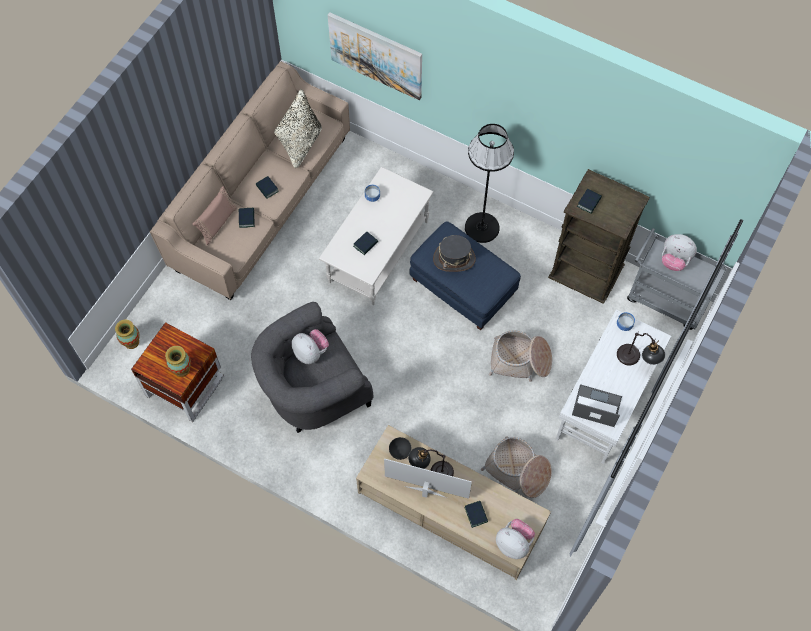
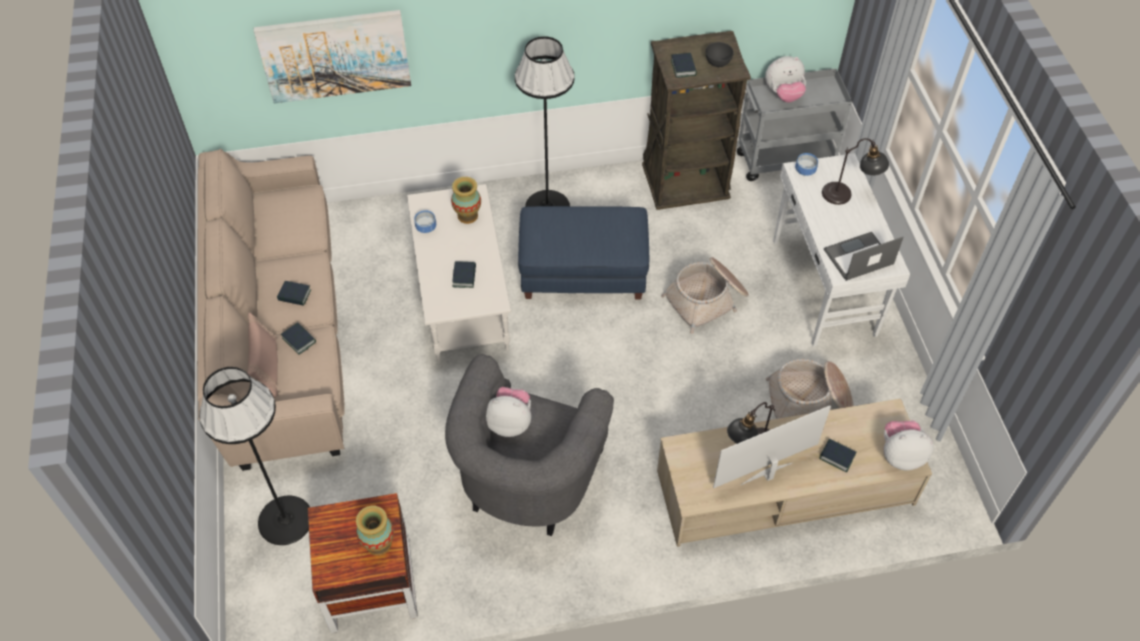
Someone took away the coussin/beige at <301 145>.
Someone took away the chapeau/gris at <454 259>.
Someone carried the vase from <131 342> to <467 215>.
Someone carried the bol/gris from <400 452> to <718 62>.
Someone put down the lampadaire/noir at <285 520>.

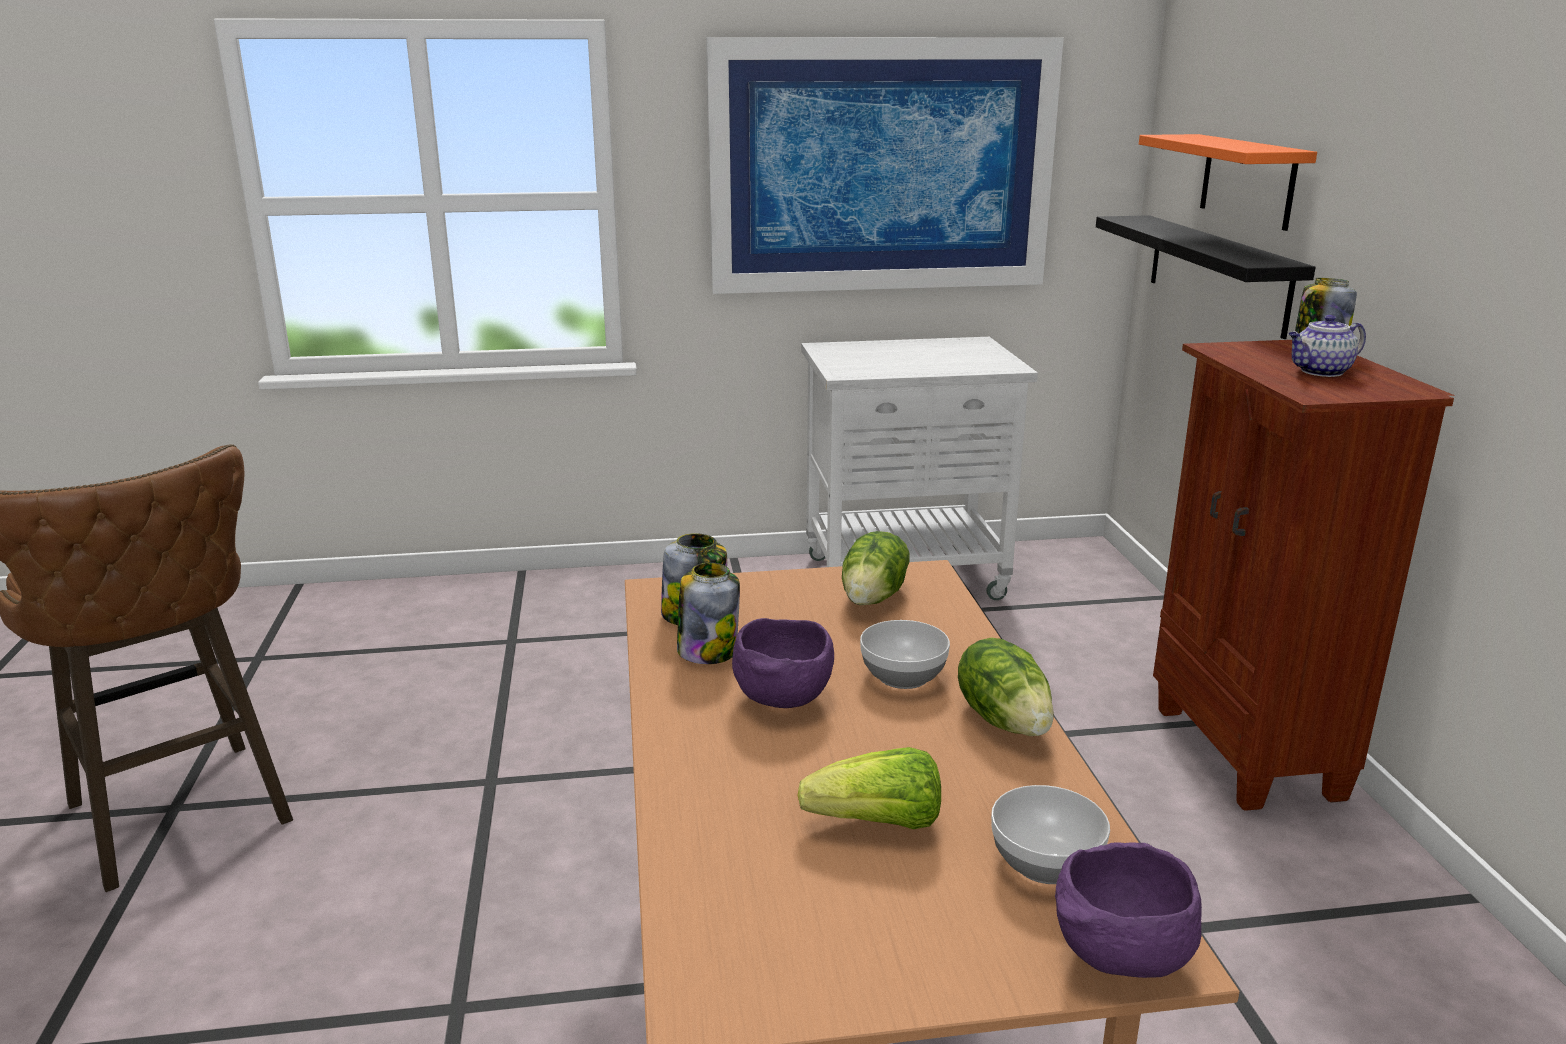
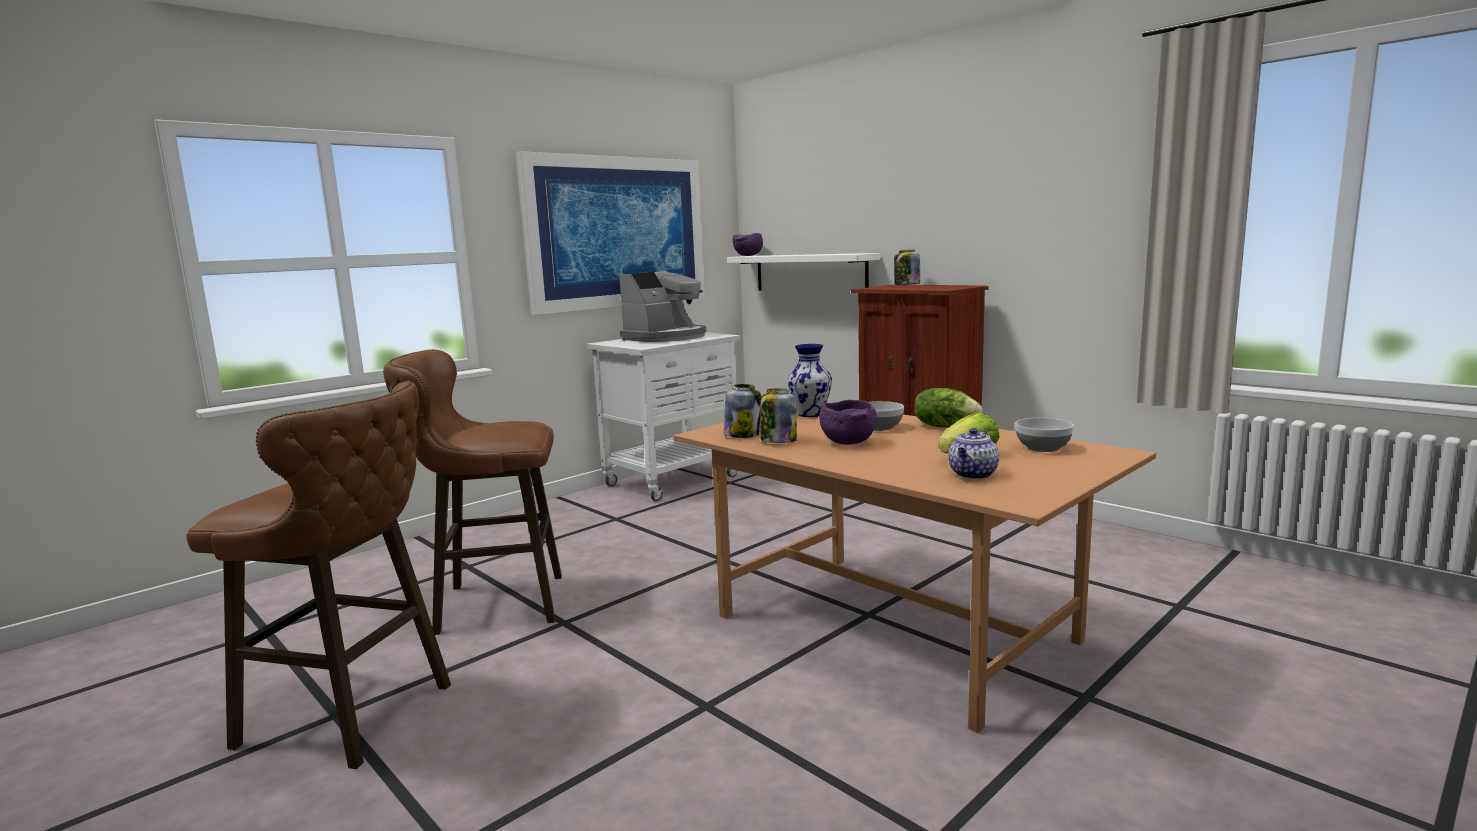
Someone took away the étagère/orange at <1247 180>.
Someone repainted the étagère/noir at <1217 272>, which became the étagère/blanc at <810 273>.
Someone carried the théière from <1320 372> to <973 475>.
Someone swapped the laitue at <874 598> for the vase at <810 414>.
Someone carried the bol/violet from <1120 959> to <748 256>.
Someone put down the machine à café at <666 337>.
Someone put down the tabouret/marron at <494 604>.

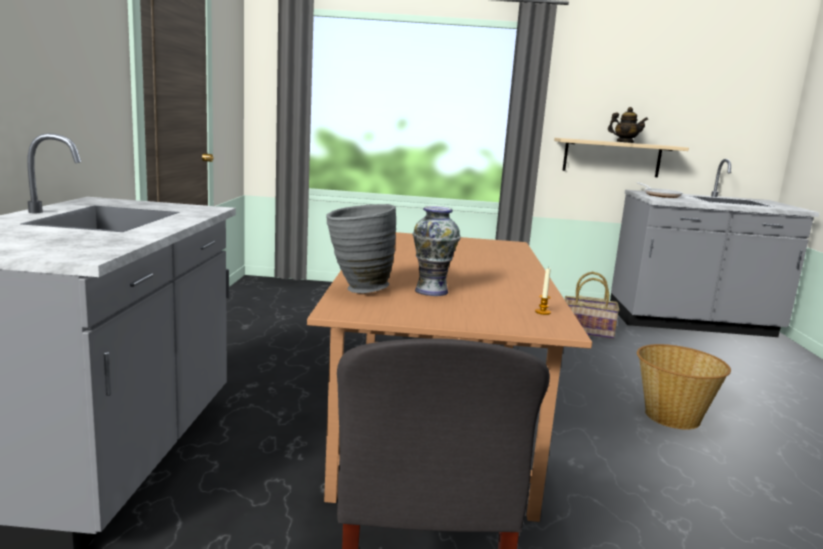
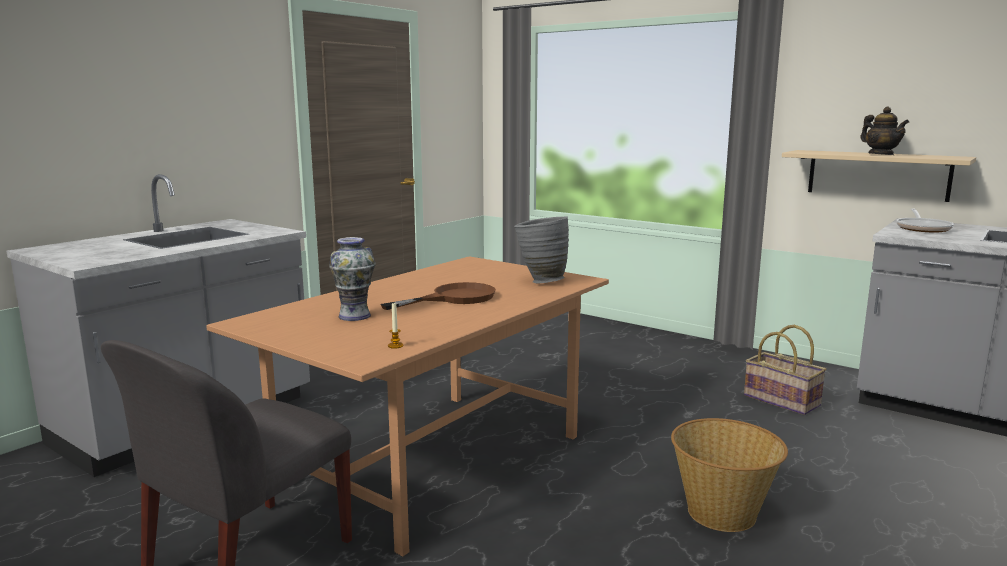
Someone carried the vase/gris from <357 289> to <540 281>.
Someone put down the poêle/marron at <454 298>.

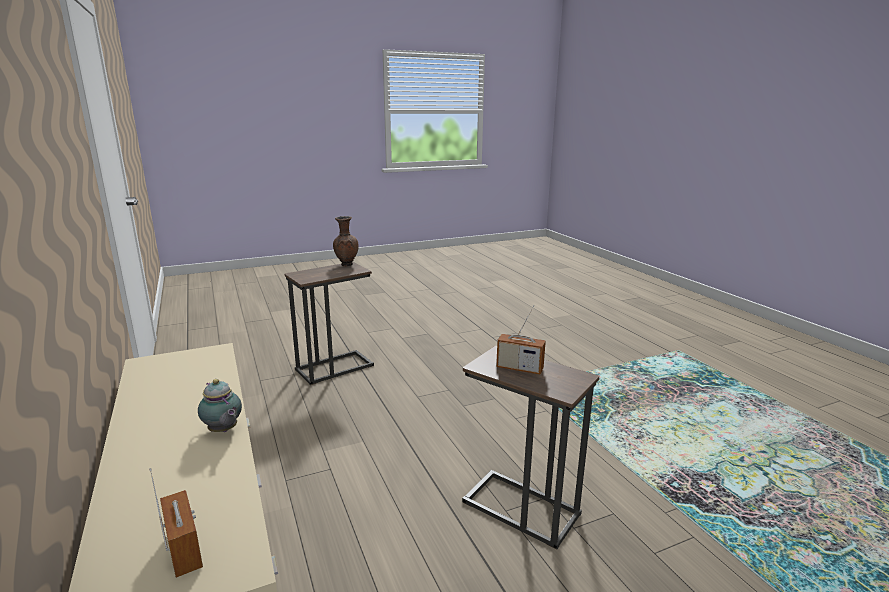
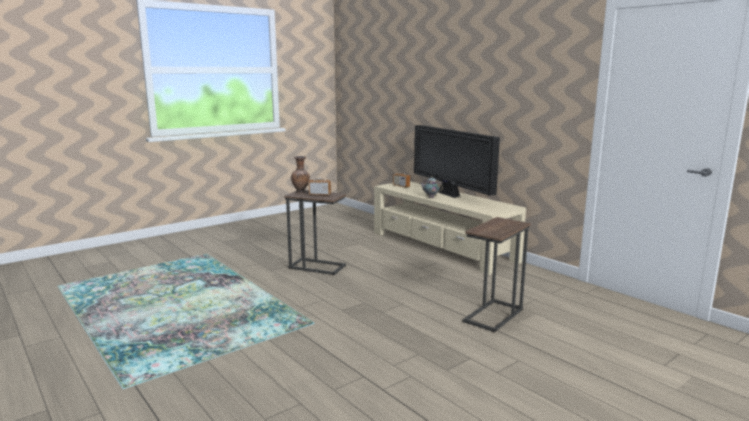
Someone carried the vase/marron from <346 265> to <301 192>.
Someone put down the téléviseur at <450 195>.

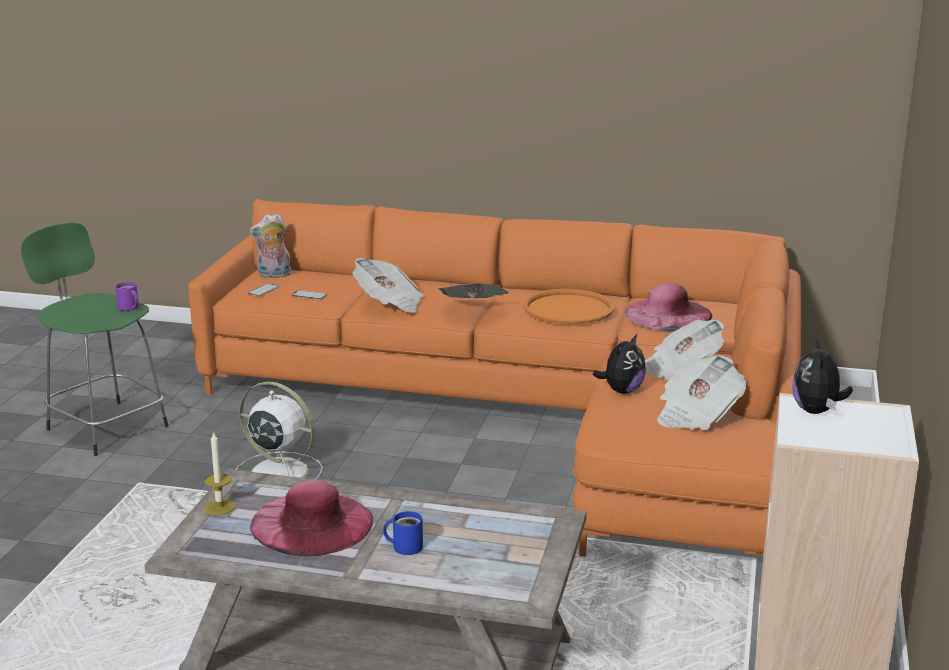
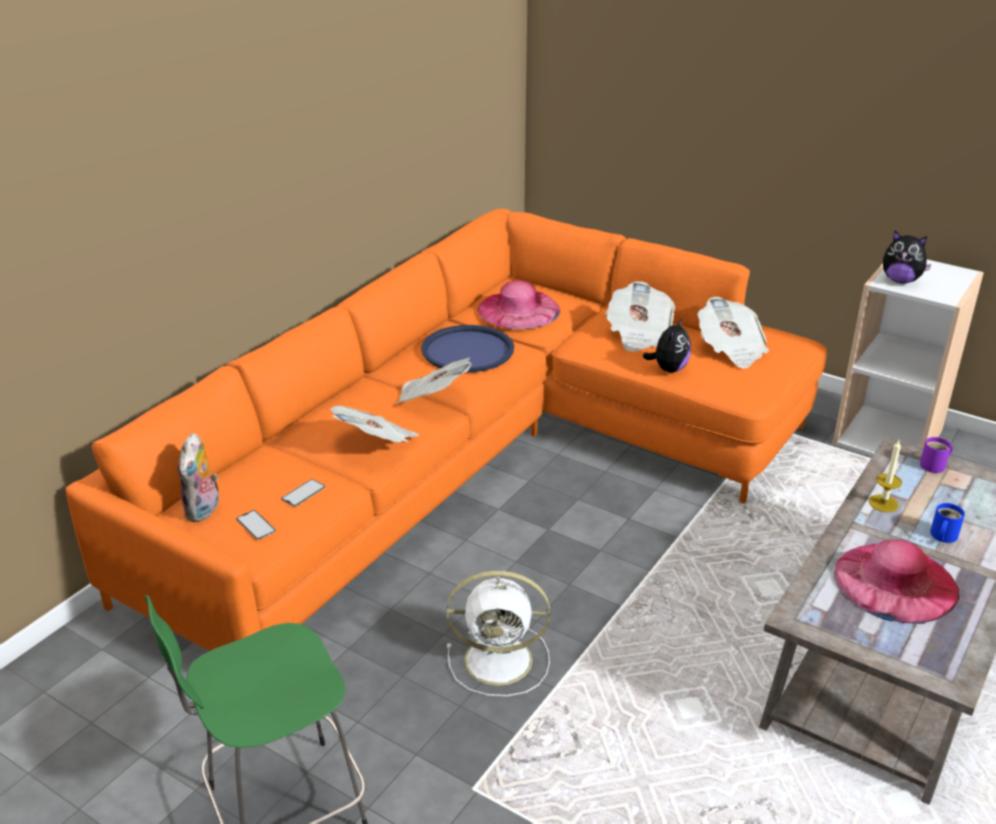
Someone carried the mug/violet from <128 308> to <935 465>.
Someone repainted the plateau/orange at <568 308>, which became the plateau/bleu at <468 350>.
Someone rotated the peluche at <622 391> by 60 degrees clockwise.
Someone rotated the ventilateur/blanc at <277 471> by 135 degrees counterclockwise.
Someone carried the bougie from <219 507> to <883 503>.

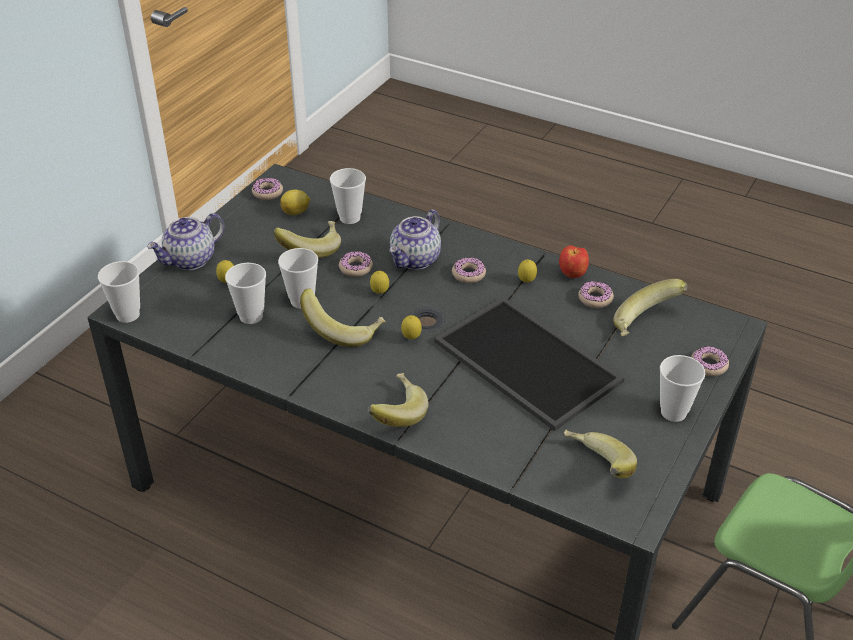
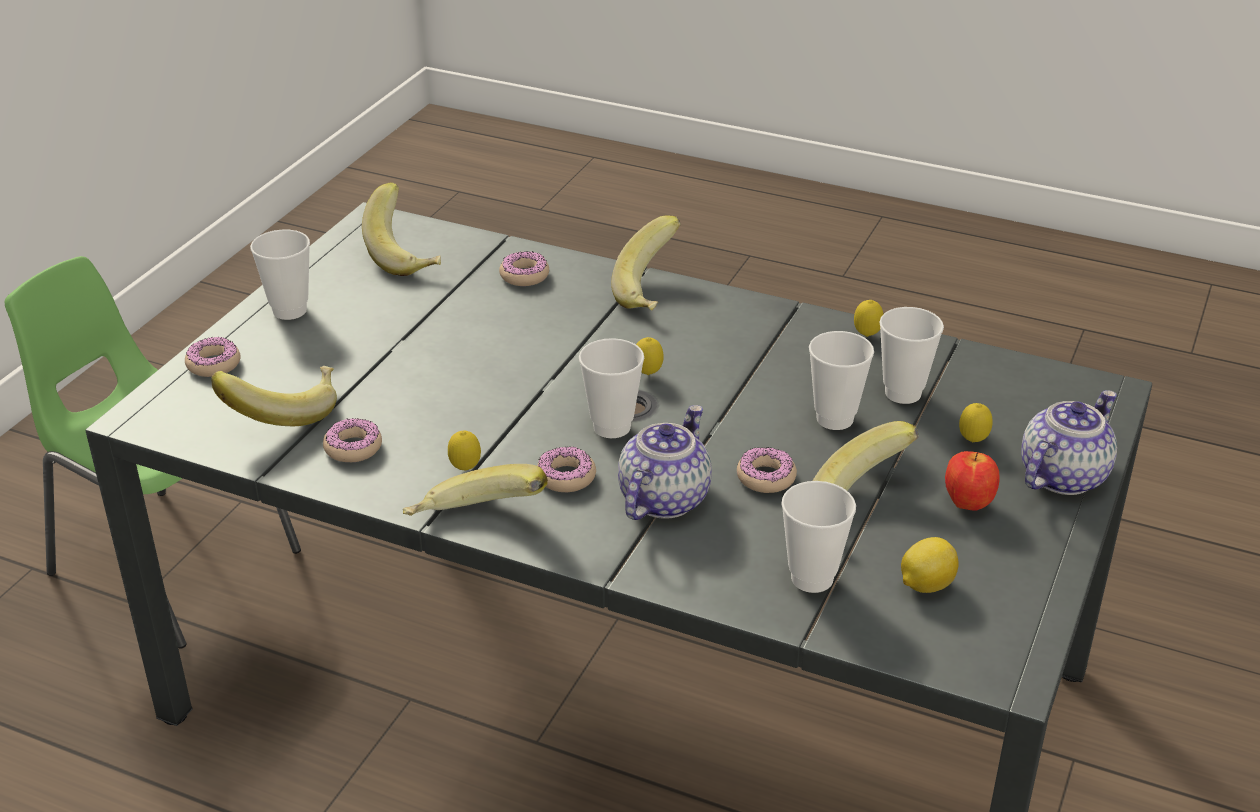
Someone carried the beignet from <267 193> to <524 275>.
Someone carried the pomme from <572 275> to <967 504>.
Someone carried the tasse from <128 315> to <612 427>.
Someone carried the citron from <380 293> to <866 336>.
Someone carried the banane from <344 330> to <476 524>.
Someone took away the plateau at <530 361>.

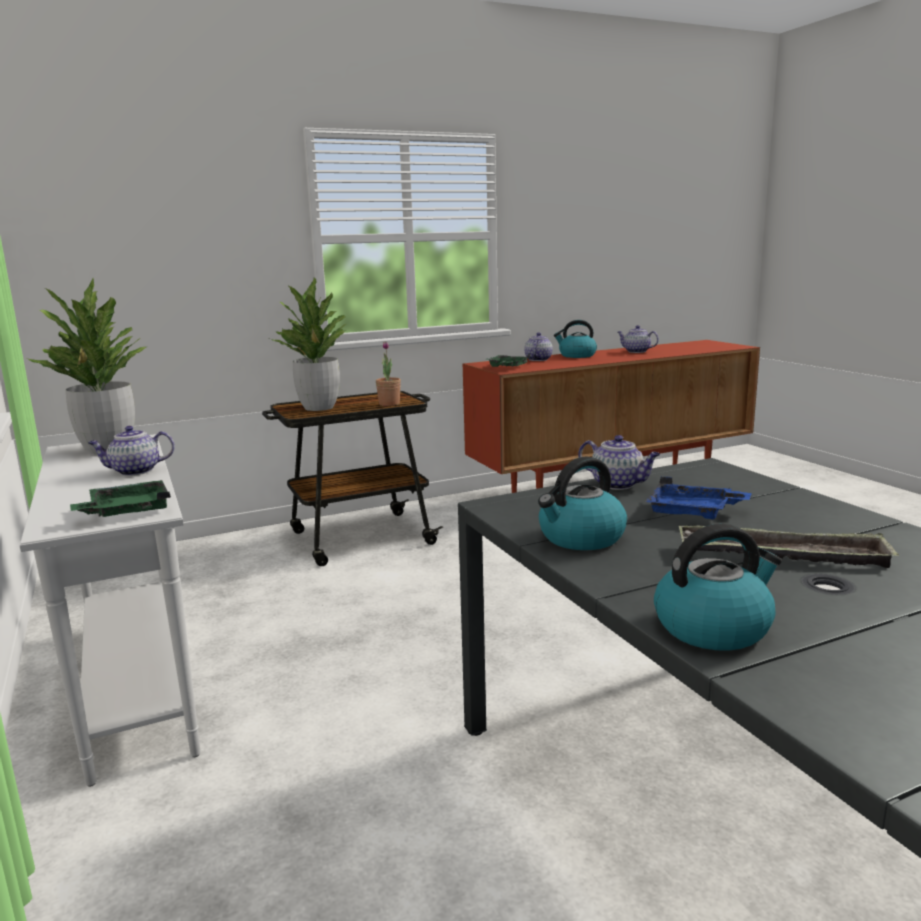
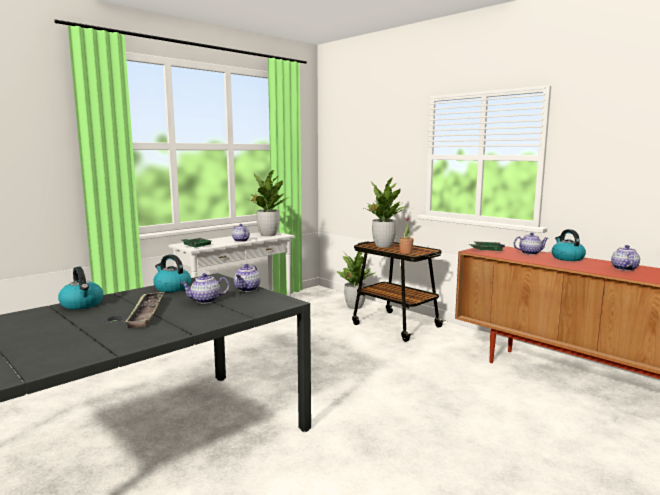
Someone swapped the plateau/bleu at <693 512> for the théière at <205 300>.
Someone put down the plante en pot at <354 307>.

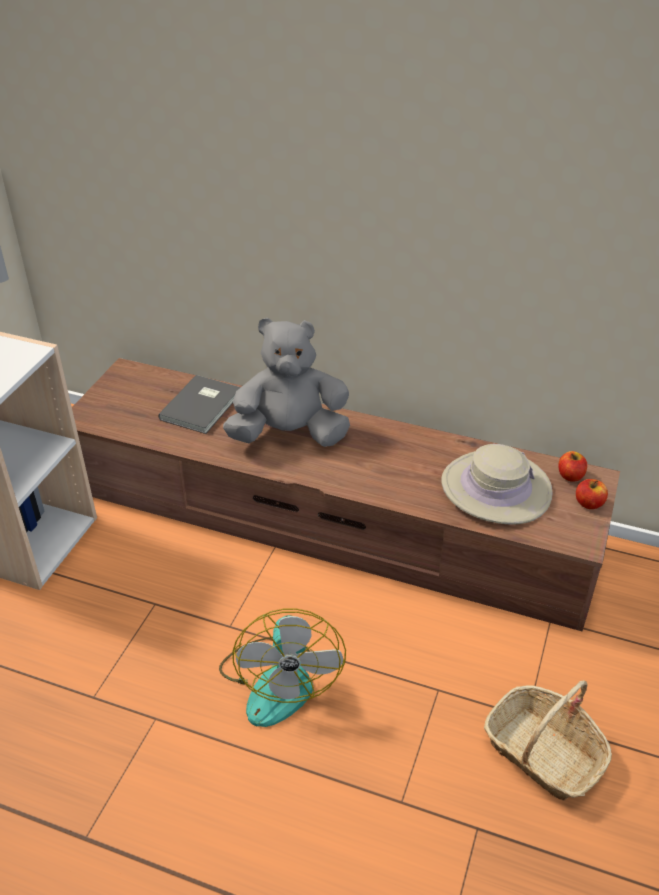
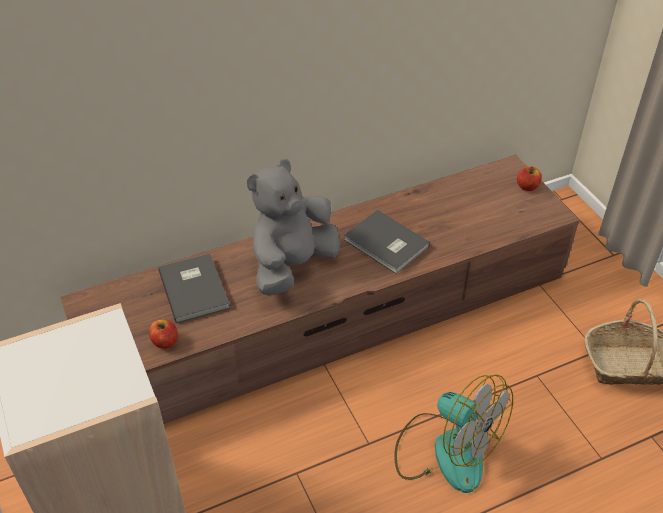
Someone took away the chapeau/beige at <495 488>.
Someone carried the pomme from <570 476> to <165 342>.
Someone put down the livre/gris at <386 245>.

